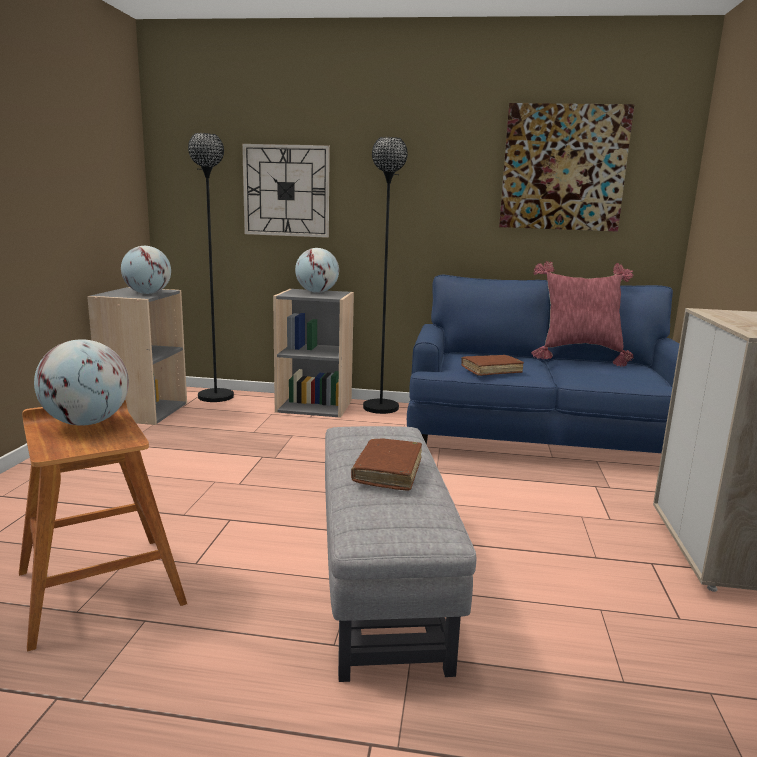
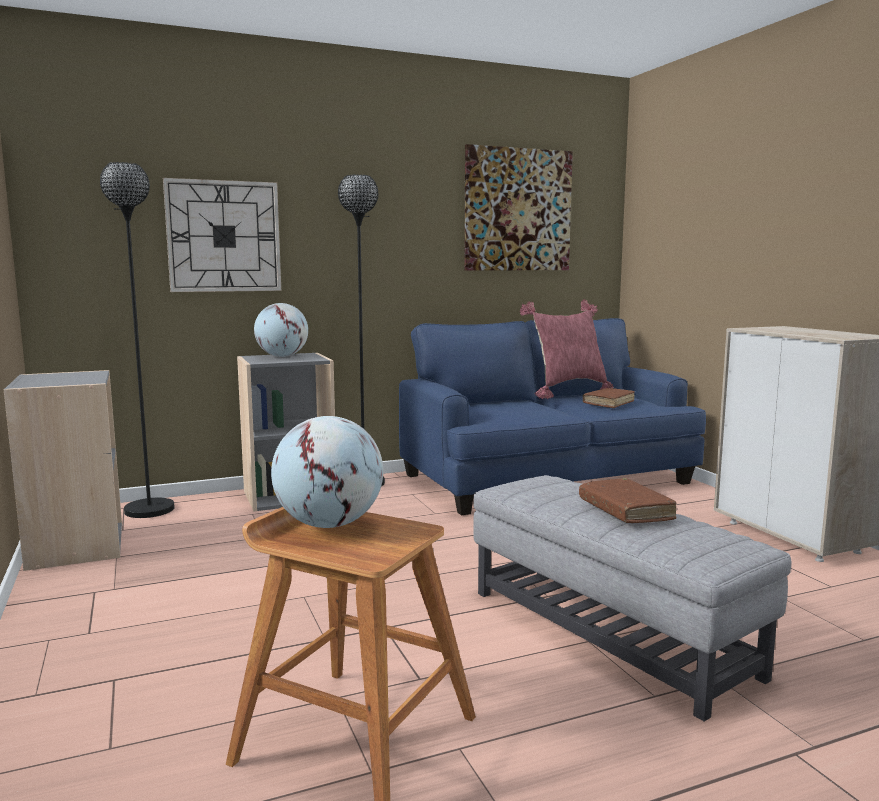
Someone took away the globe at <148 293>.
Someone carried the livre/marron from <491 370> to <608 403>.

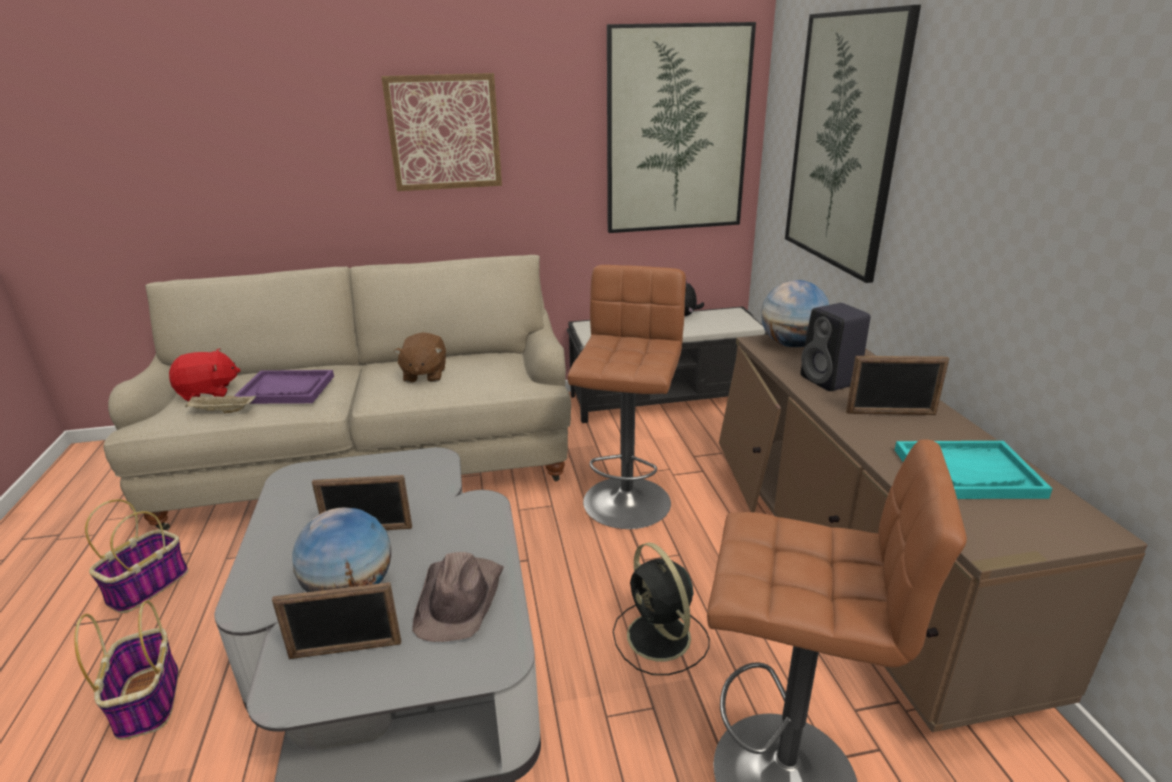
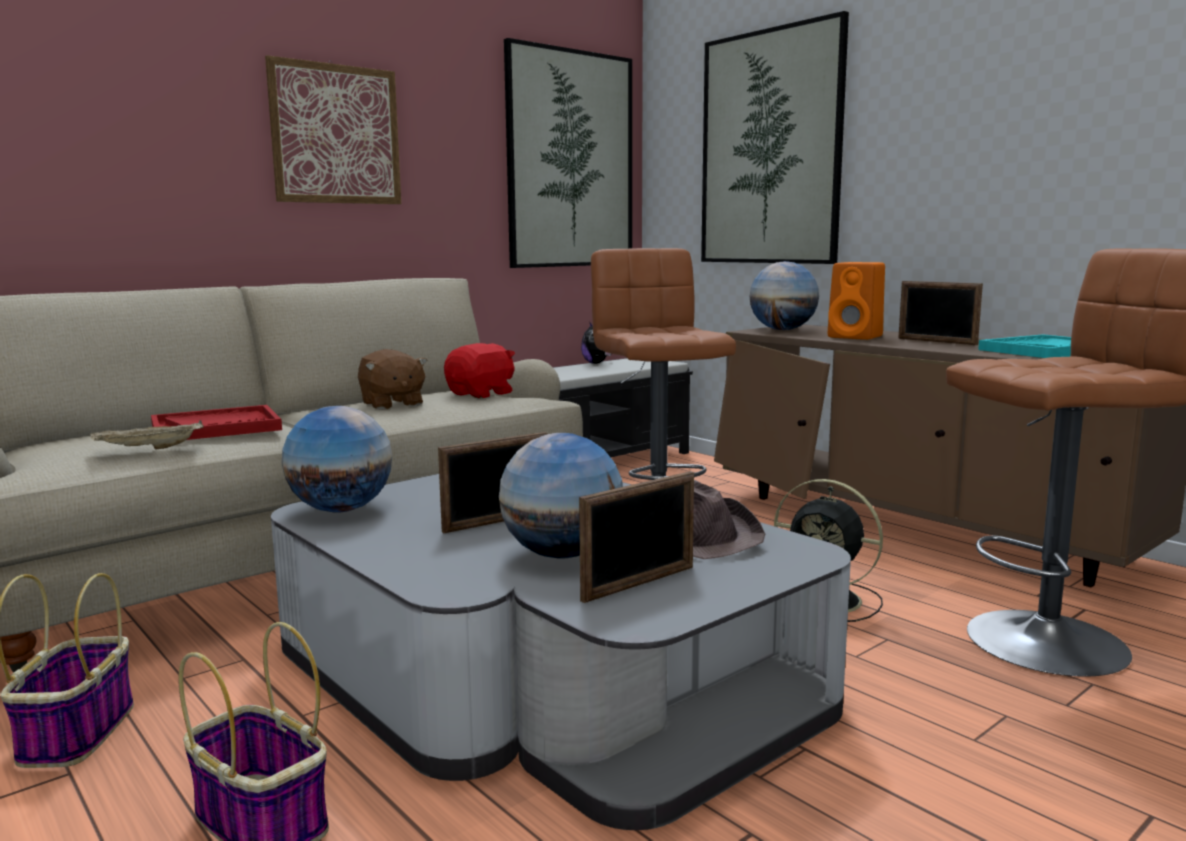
Someone repainted the enceinte/noir at <831 380>, which became the enceinte/orange at <857 337>.
Someone carried the peluche/rouge from <208 392> to <482 394>.
Someone rotated the cadre photo at <890 413> by 75 degrees clockwise.
Someone repainted the plateau/violet at <286 389>, which became the plateau/rouge at <216 427>.
Someone put down the globe at <340 510>.

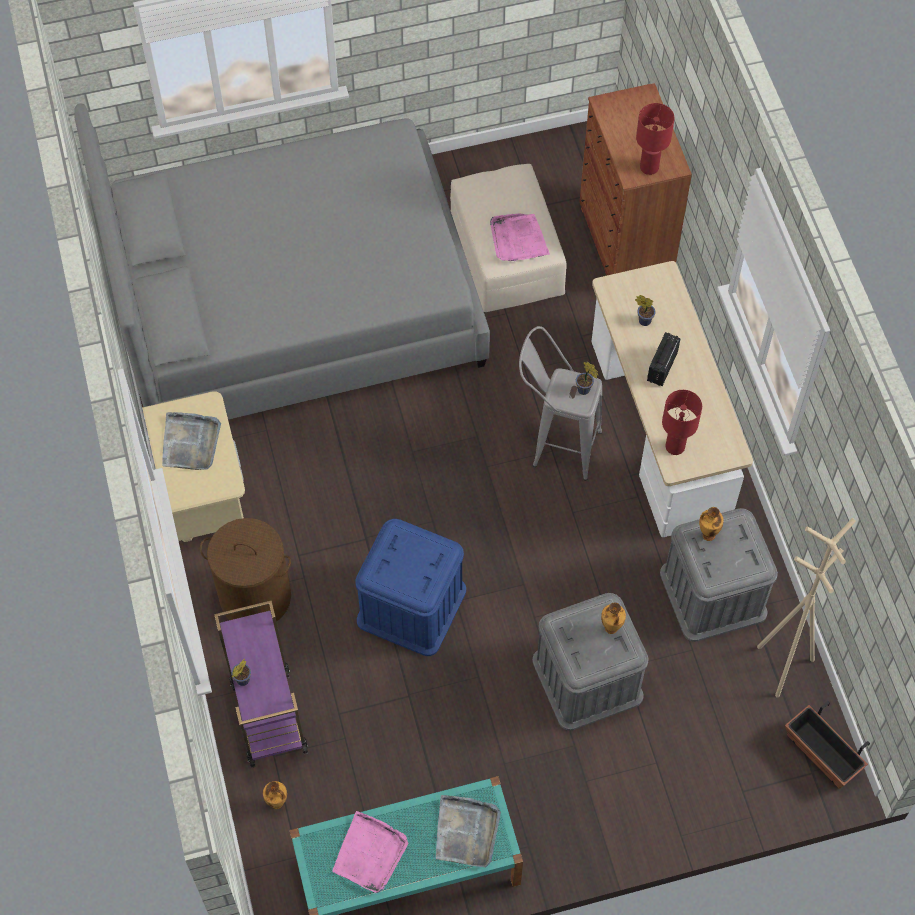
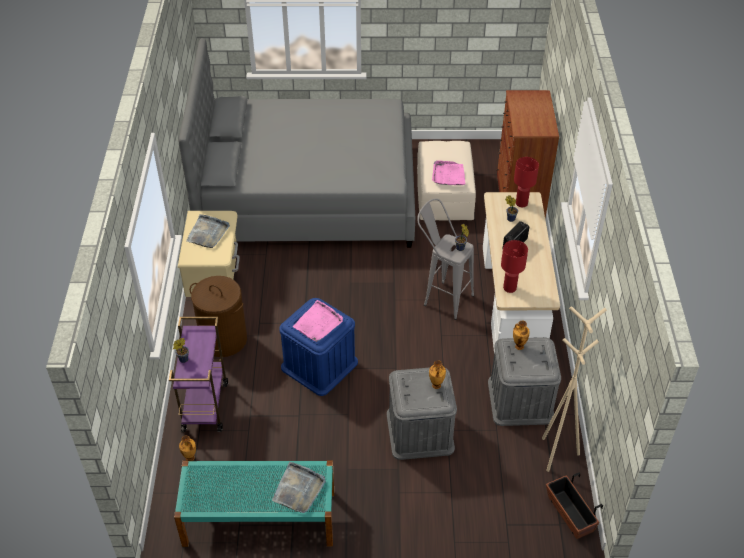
Someone carried the lampe de table/rouge from <648 167> to <521 203>.
Someone carried the plateau/rose from <370 854> to <318 323>.

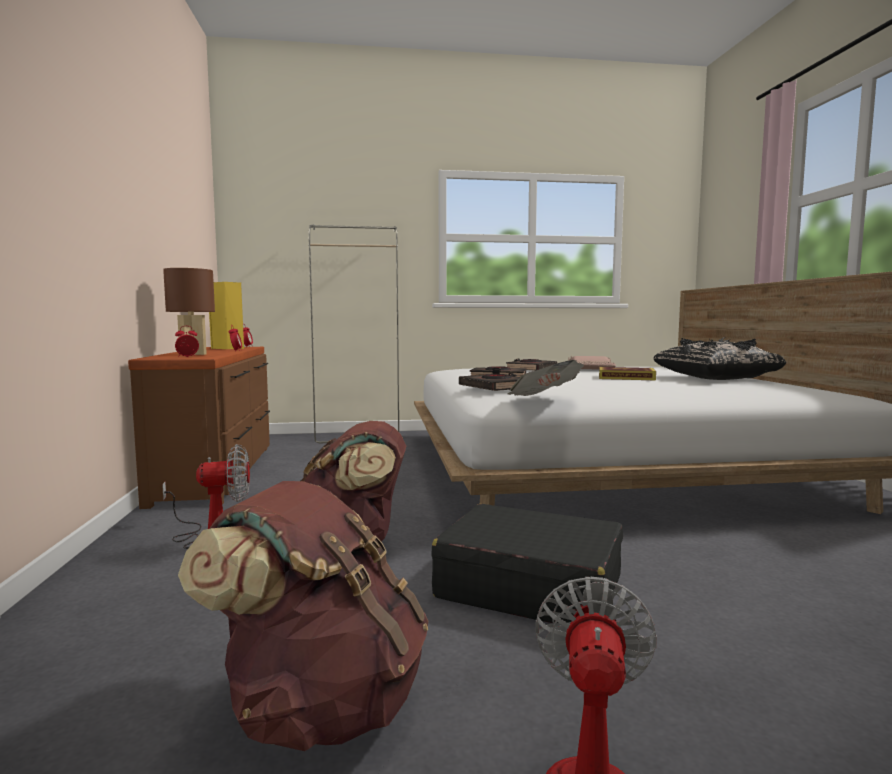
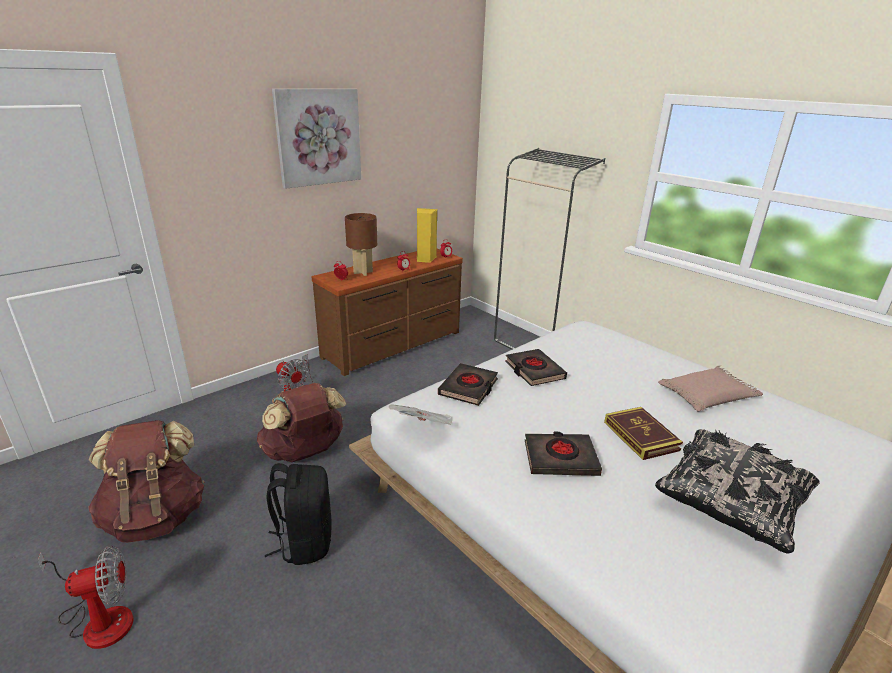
Someone carried the livre/noir from <531 369> to <560 458>.
Someone swapped the valise/noir at <529 587> for the sac à dos/noir at <305 541>.
Someone put up the tableau at <318 137>.

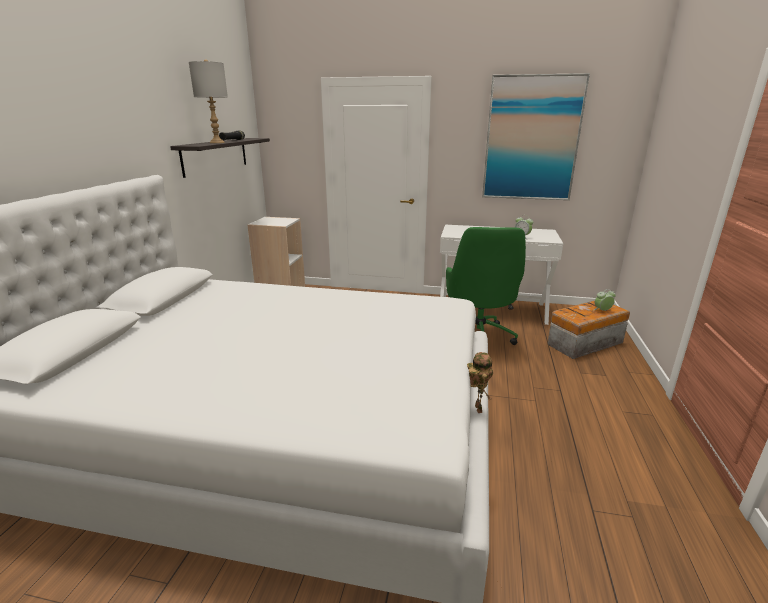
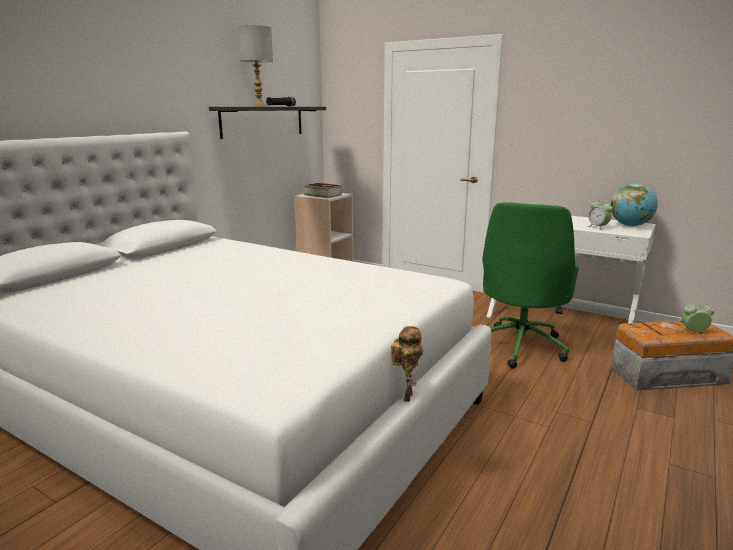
Someone took away the tableau at <531 139>.
Someone put down the livre at <322 195>.
Someone put down the globe at <630 226>.

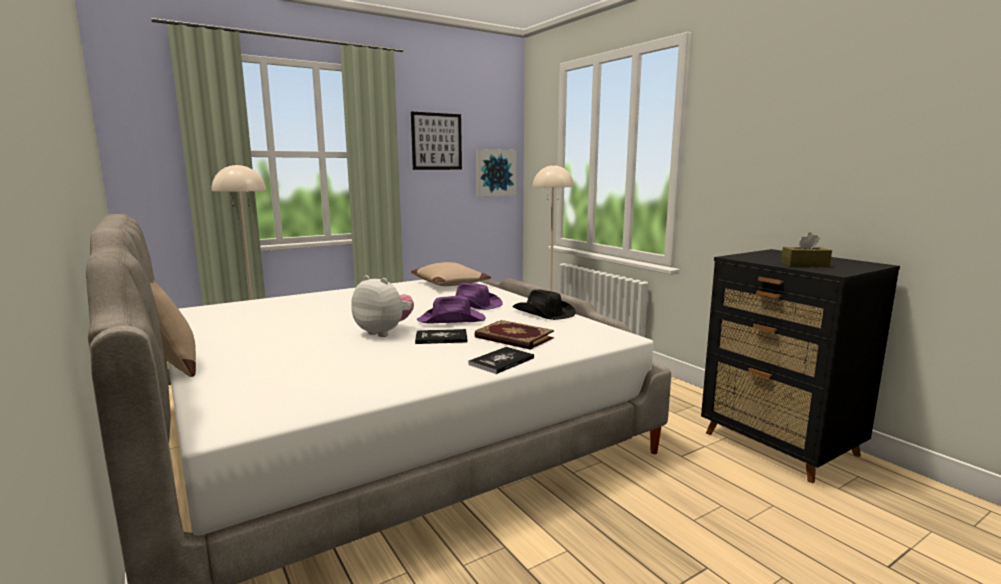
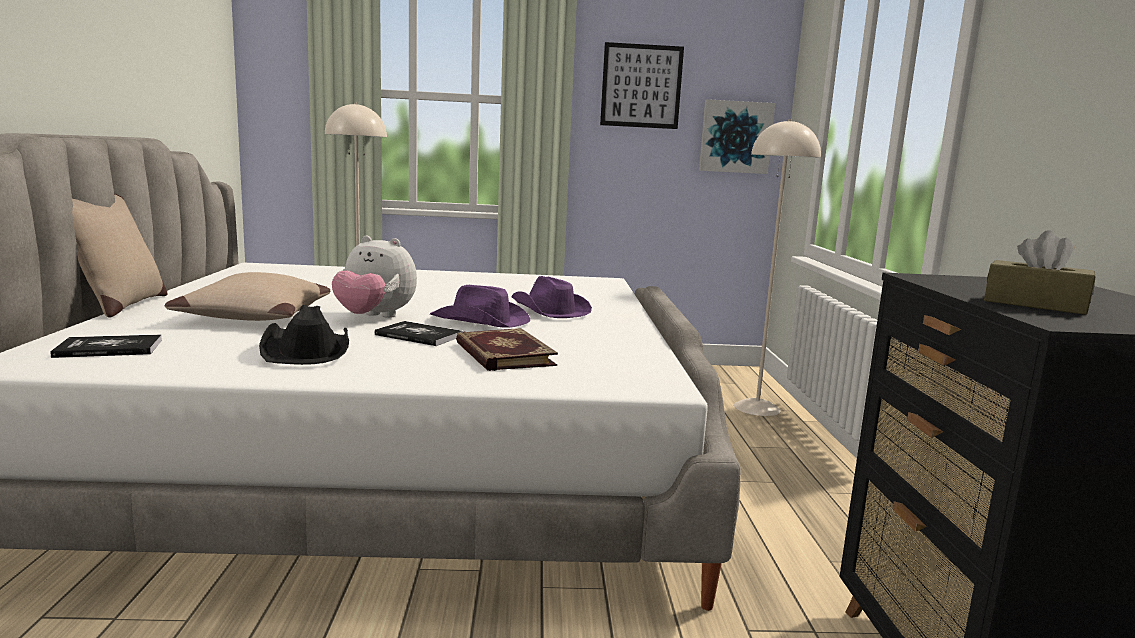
Someone carried the coussin/beige from <450 284> to <256 316>.
Someone rotated the peluche at <384 332> by 135 degrees clockwise.
Someone carried the chapeau/noir from <543 313> to <307 351>.
Someone carried the livre from <501 361> to <109 348>.

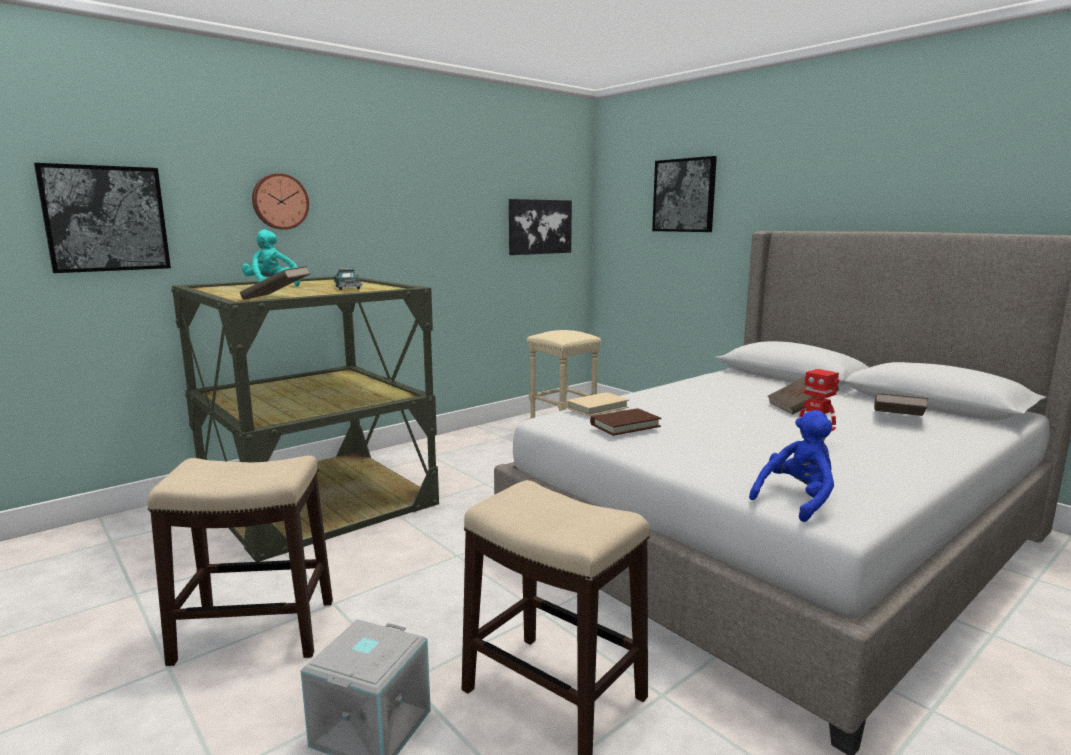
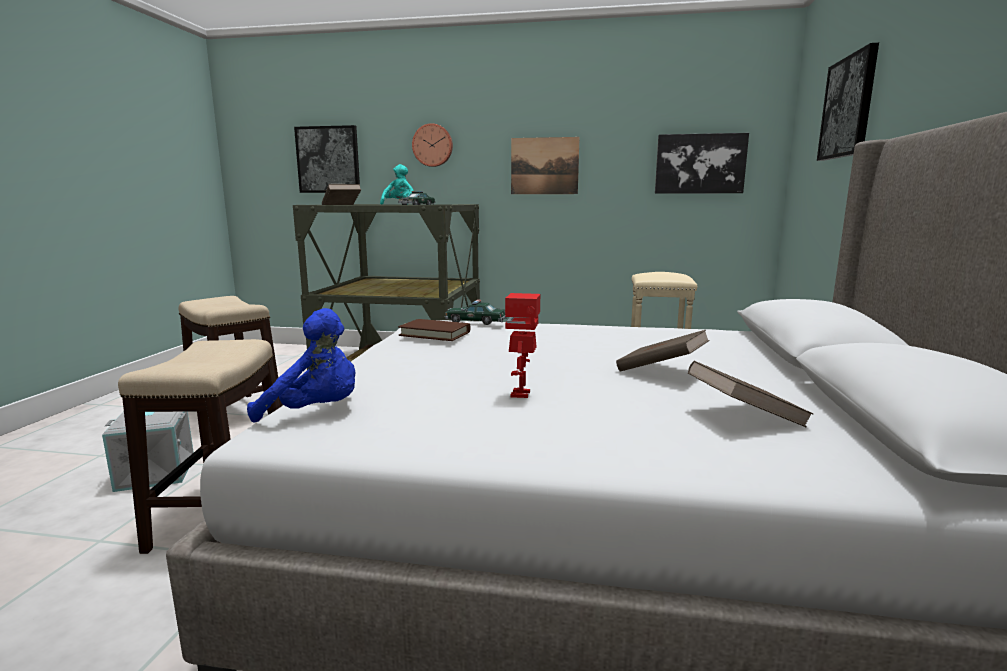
Someone swapped the livre/beige at <597 407> for the petite voiture at <475 322>.
Someone put up the tableau at <544 166>.

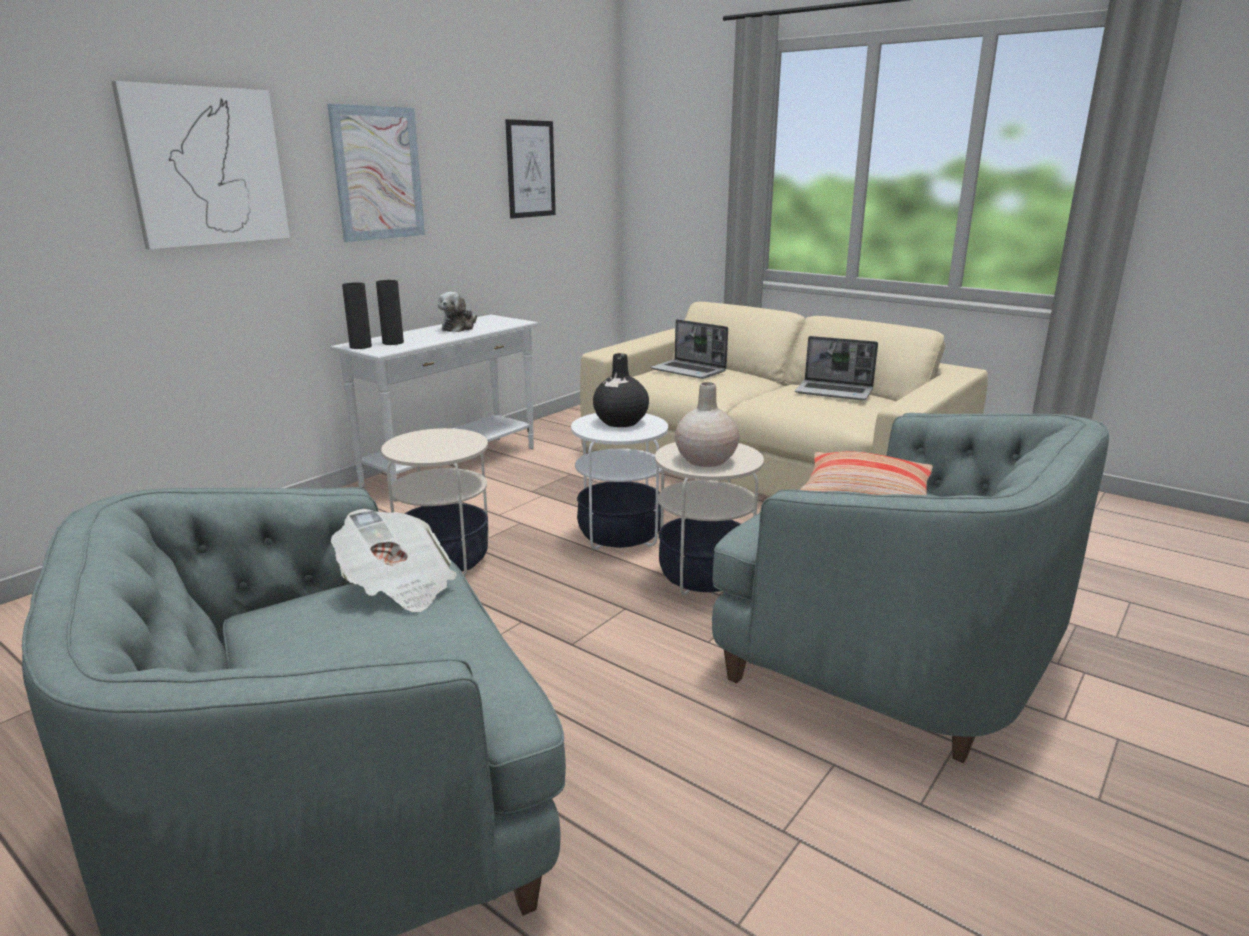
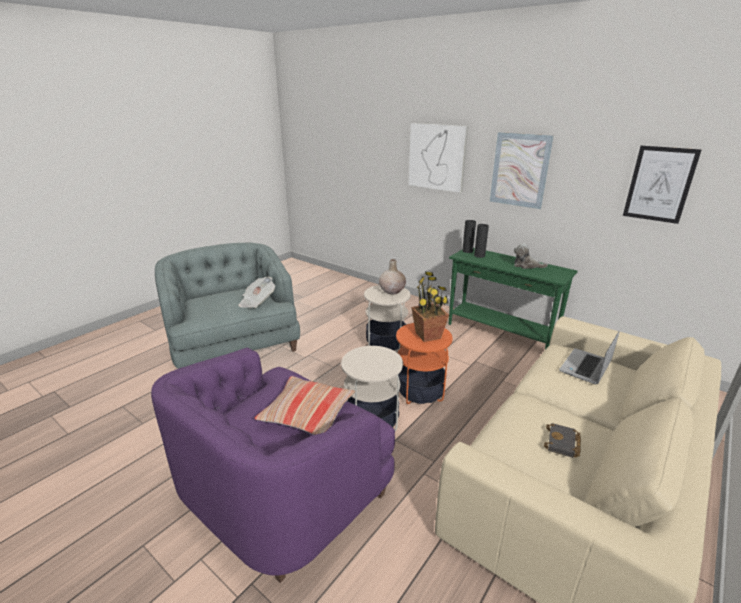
Someone repainted the table console/blanc at <451 466>, which became the table console/vert at <501 333>.
Someone swapped the ordinateur portable at <835 392> for the livre/noir at <563 444>.
Someone swapped the vase/noir at <620 422> for the plante en pot at <428 335>.
Someone carried the vase/beige from <705 460> to <392 291>.
Someone repainted the table d'appoint/blanc at <619 536>, which became the table d'appoint/orange at <420 393>.
Someone repainted the fauteuil/gris at <891 653>, which became the fauteuil/violet at <283 491>.

